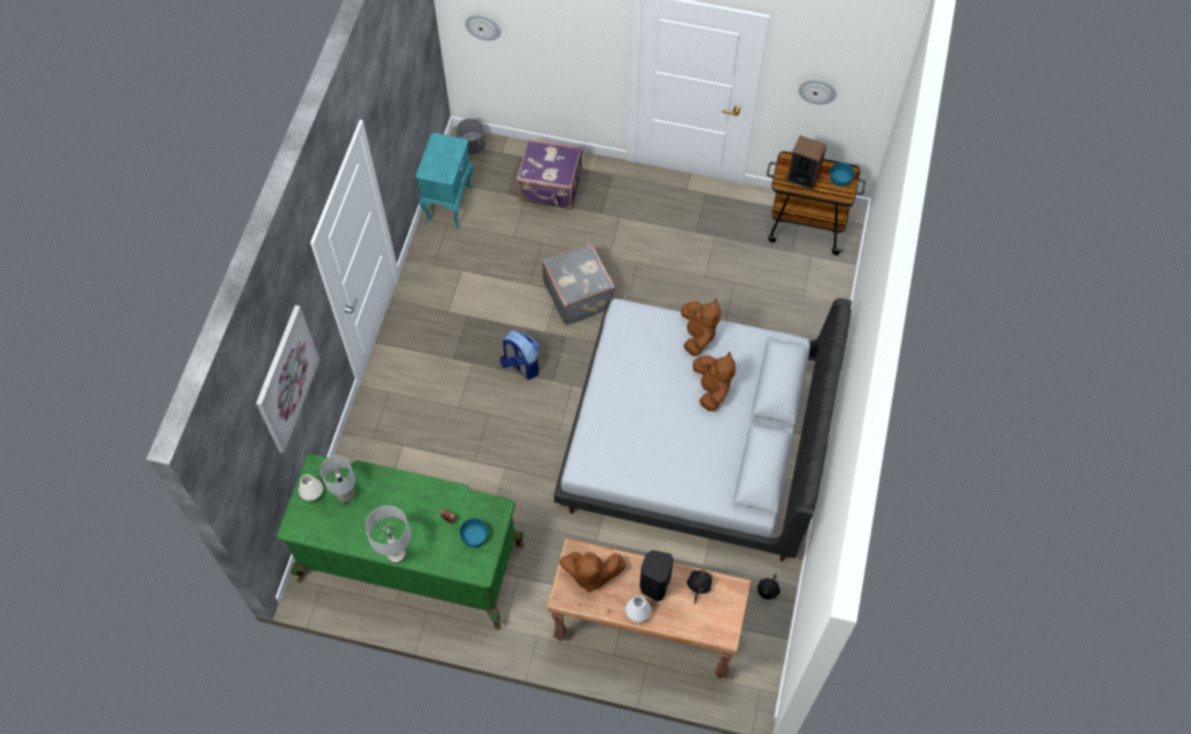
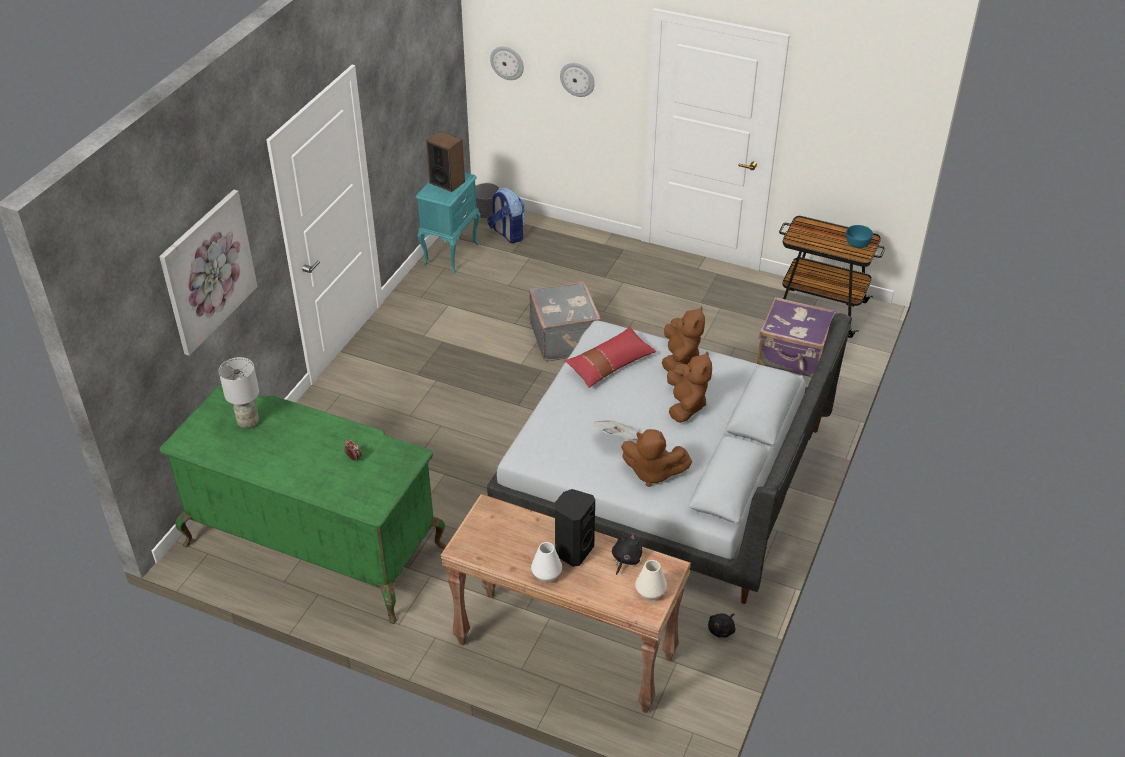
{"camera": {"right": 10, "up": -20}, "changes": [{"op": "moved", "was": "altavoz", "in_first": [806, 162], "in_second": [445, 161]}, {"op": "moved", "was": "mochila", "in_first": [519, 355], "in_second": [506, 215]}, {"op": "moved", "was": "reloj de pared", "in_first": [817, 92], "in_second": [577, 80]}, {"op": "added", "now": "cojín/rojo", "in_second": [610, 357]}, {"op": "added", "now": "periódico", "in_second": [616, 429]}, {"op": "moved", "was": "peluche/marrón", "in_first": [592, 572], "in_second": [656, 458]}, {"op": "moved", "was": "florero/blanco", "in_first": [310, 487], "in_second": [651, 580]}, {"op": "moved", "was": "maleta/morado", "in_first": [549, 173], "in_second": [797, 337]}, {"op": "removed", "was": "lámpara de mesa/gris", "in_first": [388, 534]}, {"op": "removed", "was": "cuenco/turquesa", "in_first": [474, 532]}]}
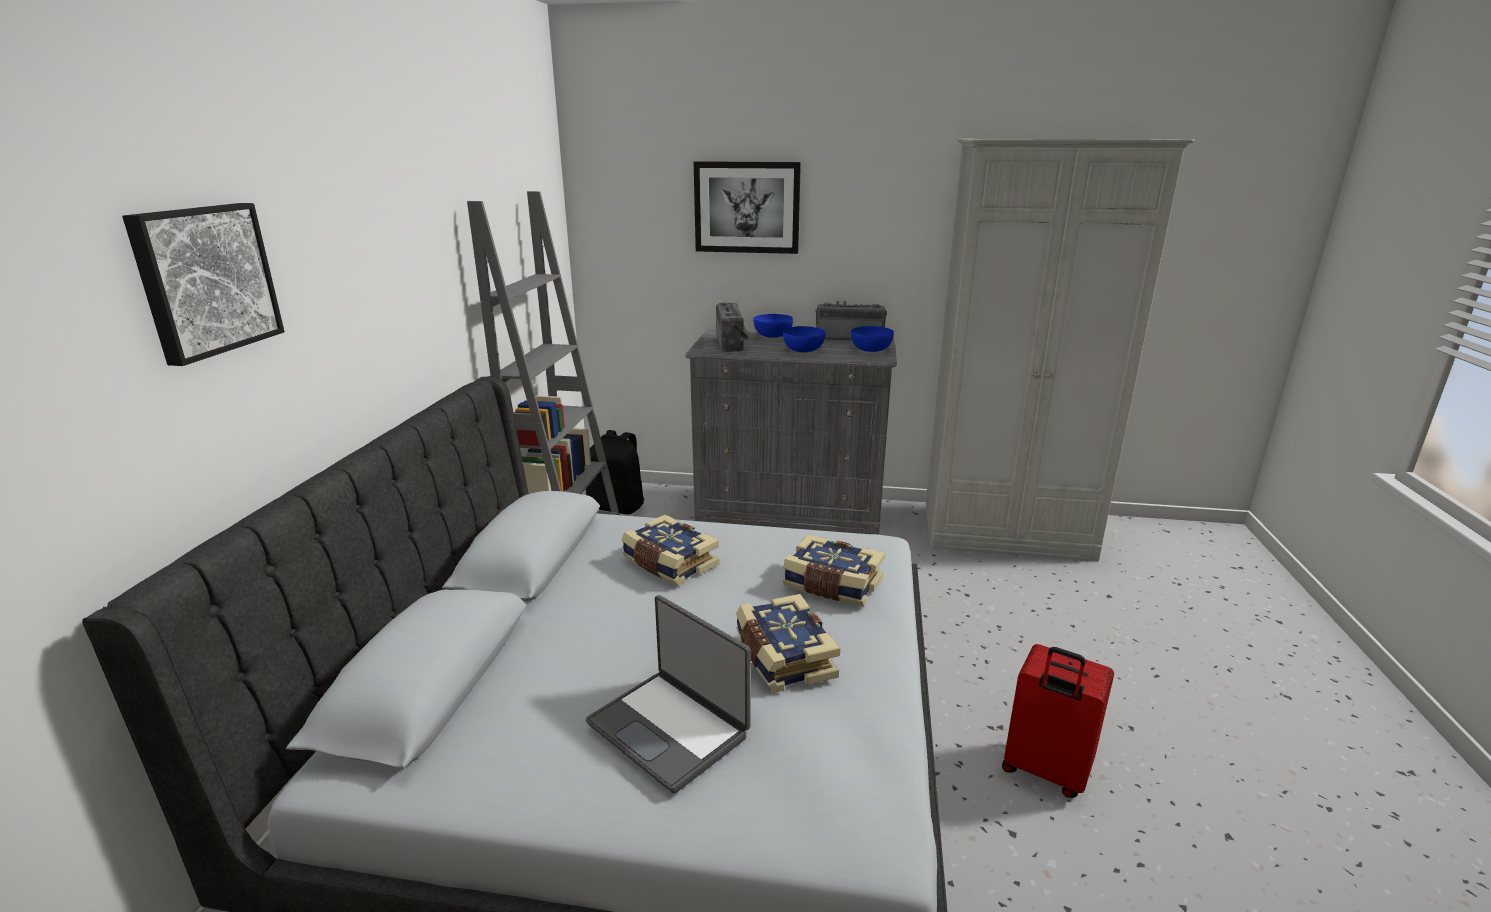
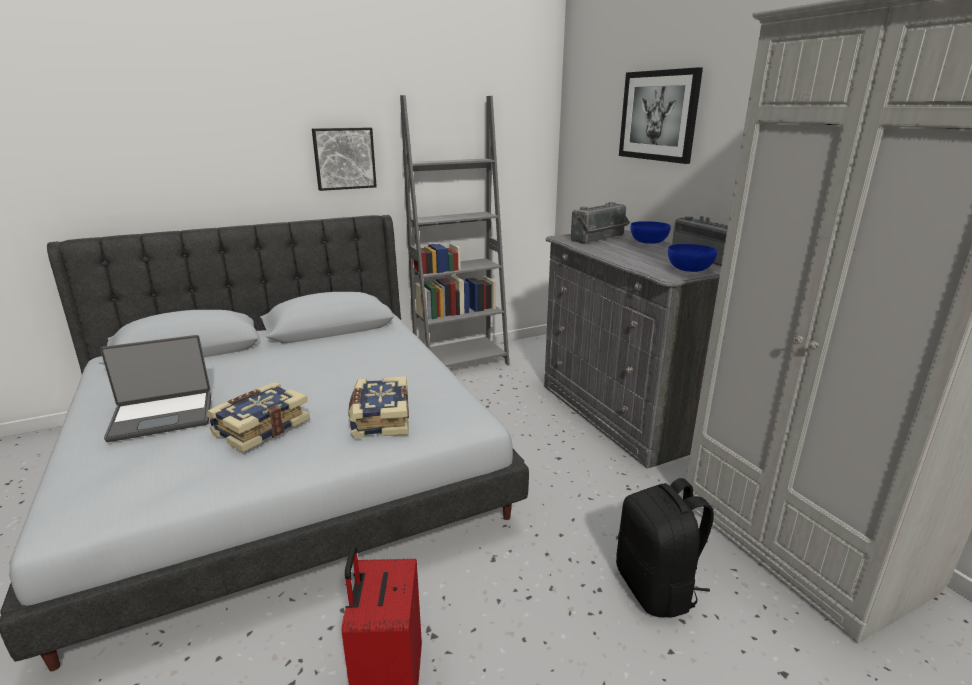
{"camera": {"right": 55, "up": 0}, "changes": [{"op": "turned", "was": "portátil", "in_first": [668, 694], "in_second": [155, 388], "clockwise": -120}, {"op": "moved", "was": "cuadro", "in_first": [203, 284], "in_second": [344, 159]}, {"op": "moved", "was": "mochila/negro", "in_first": [615, 472], "in_second": [665, 548]}, {"op": "removed", "was": "libro", "in_first": [670, 550]}, {"op": "removed", "was": "cuenco/azul", "in_first": [804, 339]}]}
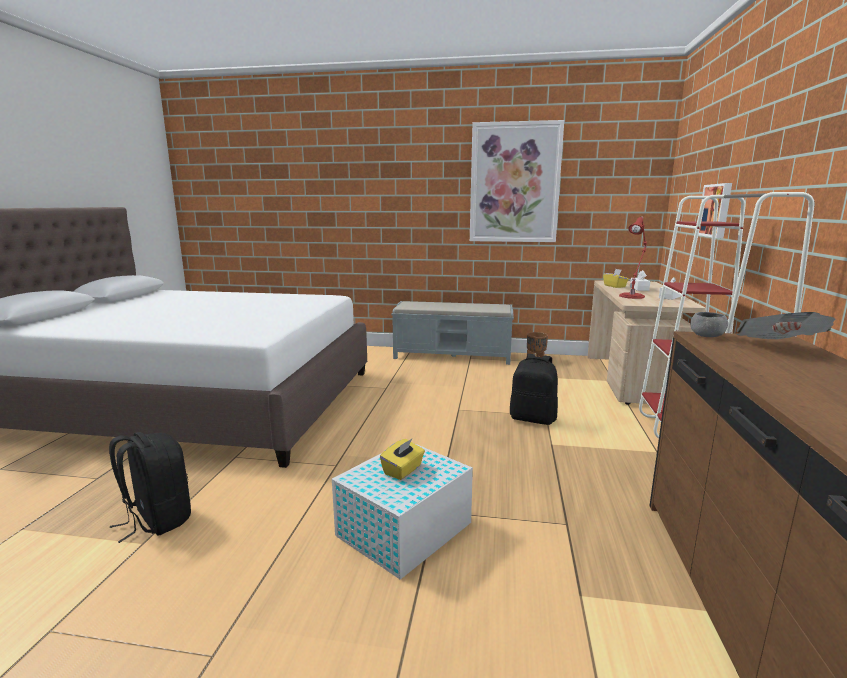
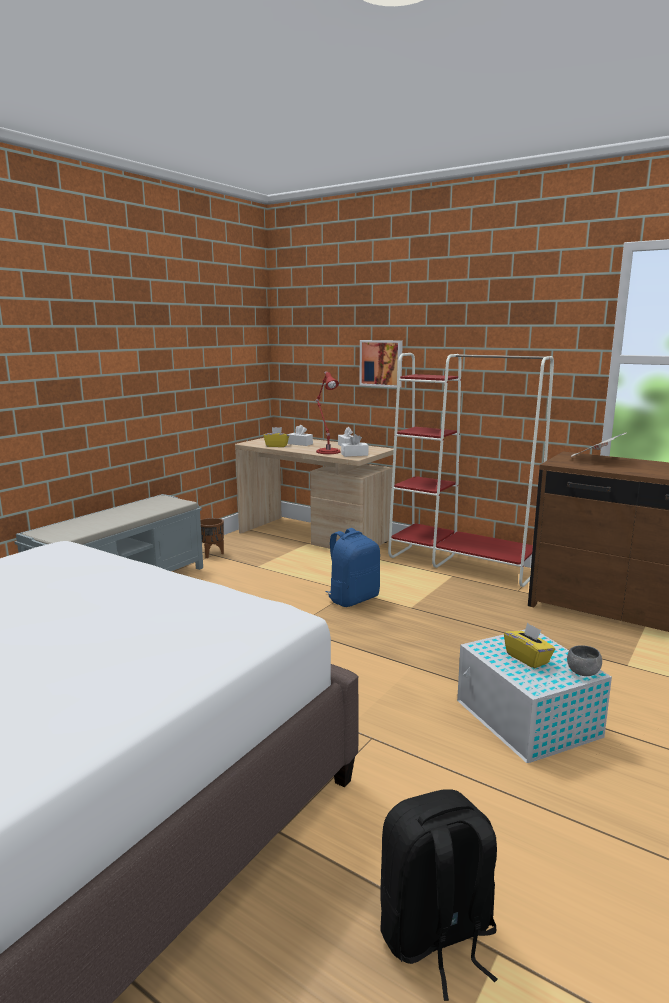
{"camera": {"right": -65, "up": 0}, "changes": [{"op": "recoloured", "was": "mochila/negro", "now": "mochila/azul", "in_first": [534, 389], "in_second": [352, 567]}, {"op": "added", "now": "caja de pañuelos/blanco", "in_second": [354, 445]}, {"op": "moved", "was": "cuenco/gris", "in_first": [709, 324], "in_second": [584, 660]}, {"op": "removed", "was": "cuadro", "in_first": [517, 181]}]}
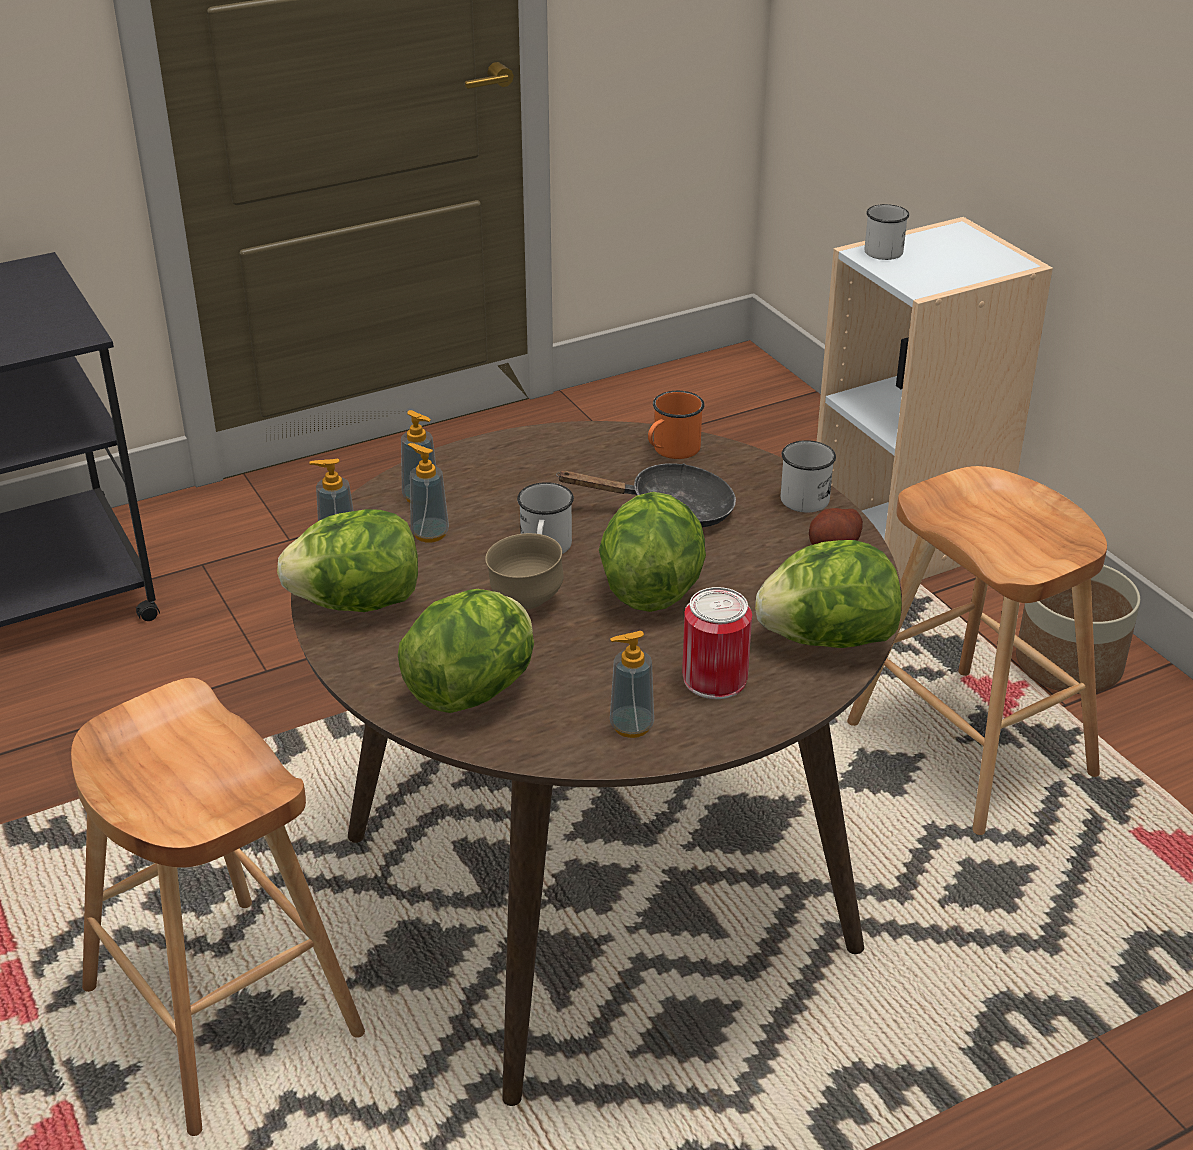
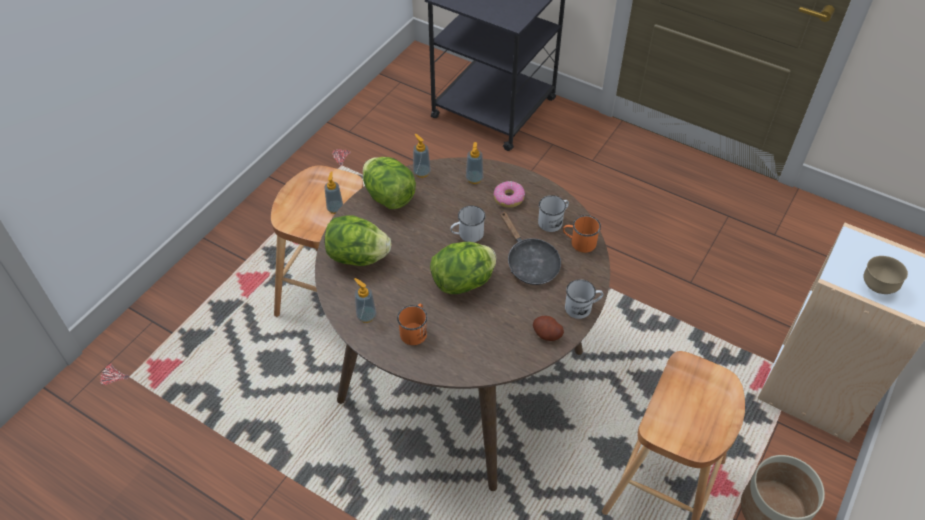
{"camera": {"right": 60, "up": 15}, "changes": [{"op": "moved", "was": "dispensador de jabón", "in_first": [428, 492], "in_second": [333, 192]}, {"op": "replaced", "was": "lata", "now": "taza grande/naranja", "in_first": [717, 643], "in_second": [412, 324]}, {"op": "added", "now": "rosquilla", "in_second": [509, 194]}, {"op": "moved", "was": "taza grande/blanco", "in_first": [887, 232], "in_second": [553, 213]}, {"op": "moved", "was": "cuenco/marrón", "in_first": [524, 571], "in_second": [885, 275]}, {"op": "removed", "was": "lechuga", "in_first": [828, 594]}]}
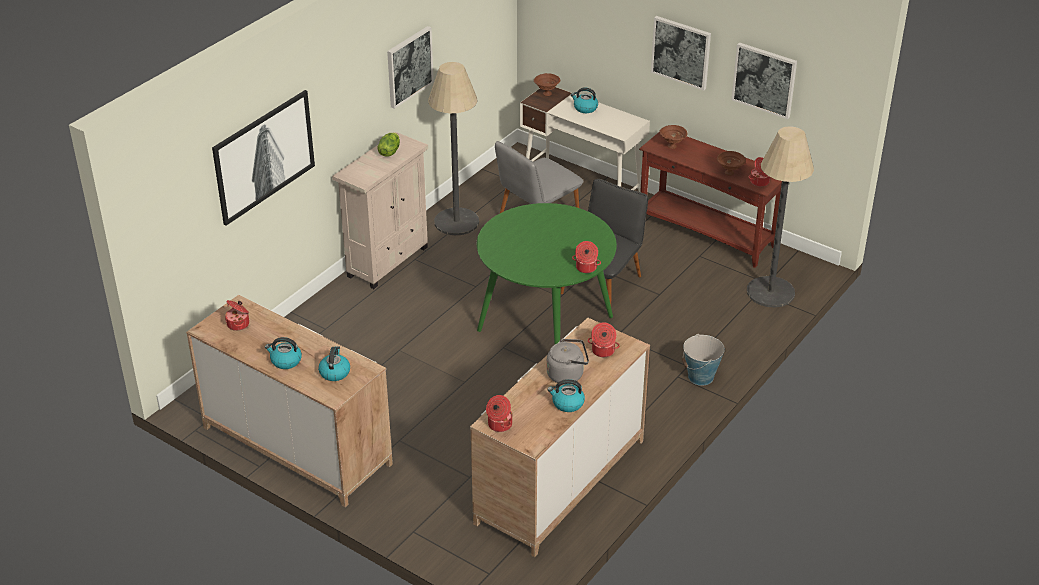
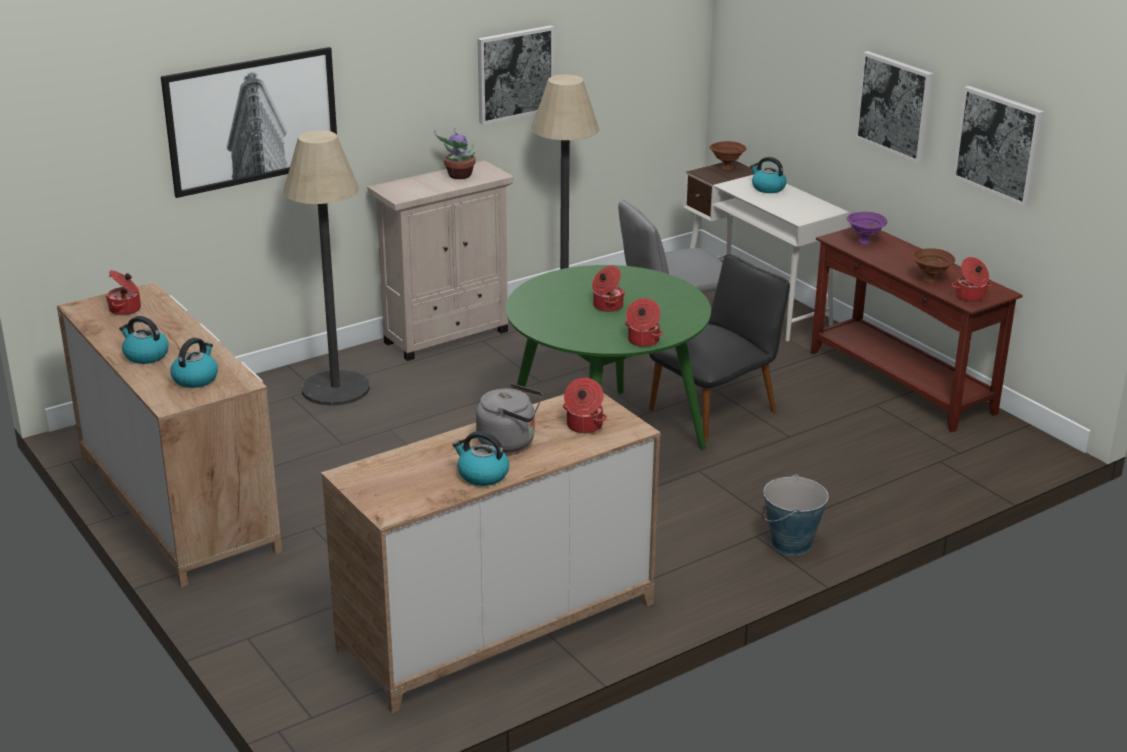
{"camera": {"right": 20, "up": -10}, "changes": [{"op": "moved", "was": "lámpara de pie", "in_first": [780, 216], "in_second": [327, 268]}, {"op": "replaced", "was": "lechuga", "now": "planta en maceta", "in_first": [389, 144], "in_second": [455, 153]}, {"op": "moved", "was": "olla", "in_first": [499, 413], "in_second": [608, 289]}, {"op": "recoloured", "was": "cuenco/marrón", "now": "cuenco/morado", "in_first": [674, 137], "in_second": [867, 228]}]}
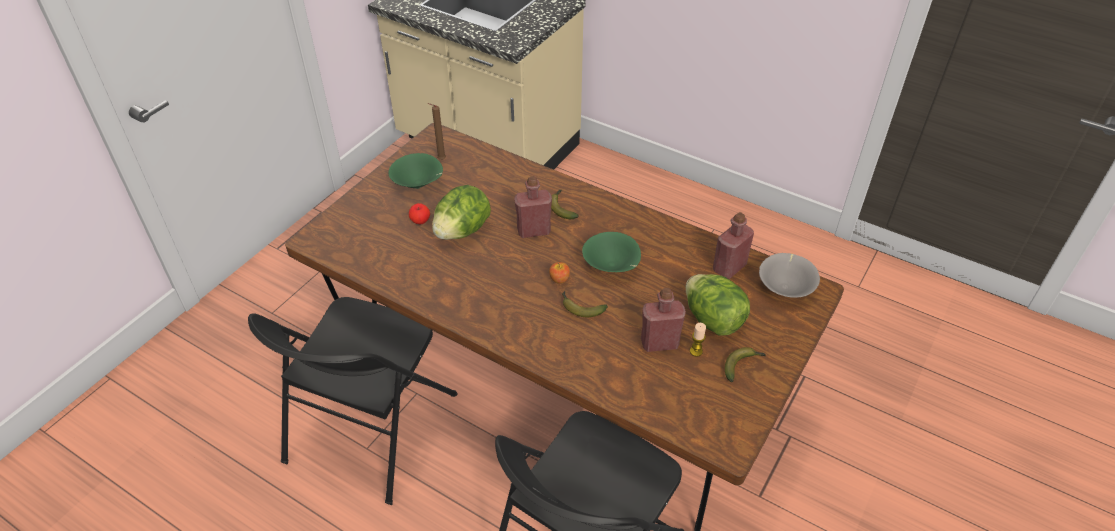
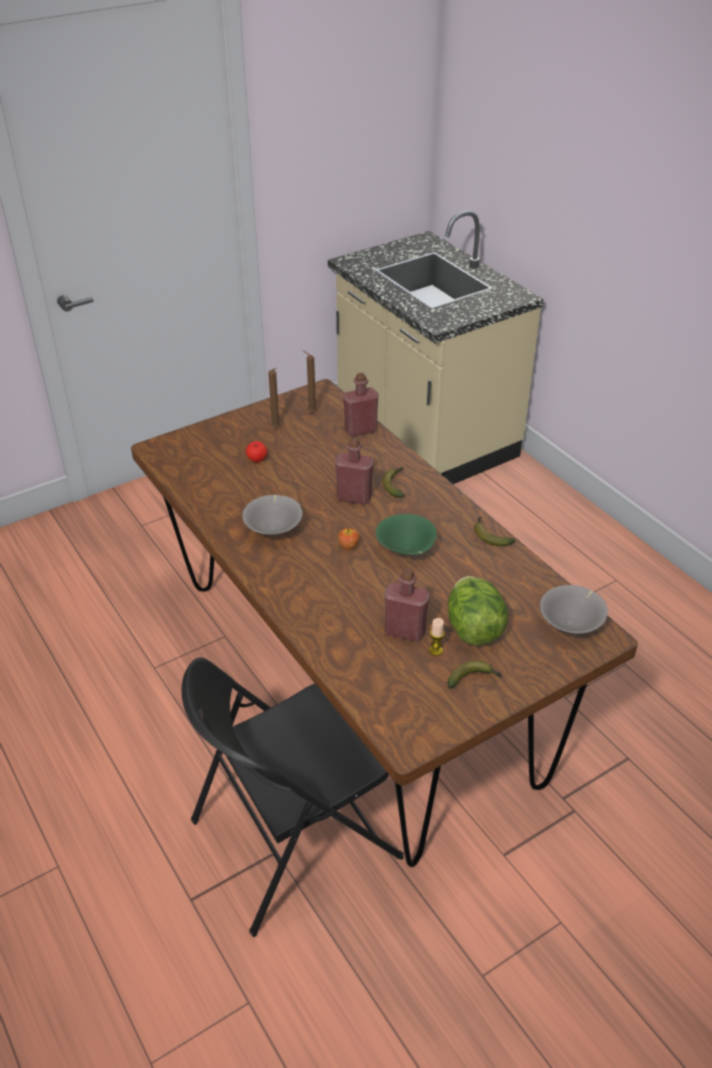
{"camera": {"right": 25, "up": -5}, "changes": [{"op": "added", "now": "cuenco/gris", "in_second": [272, 515]}, {"op": "replaced", "was": "cuenco/verde", "now": "vela/marrón", "in_first": [416, 171], "in_second": [274, 398]}, {"op": "moved", "was": "botella/rojo", "in_first": [733, 245], "in_second": [360, 405]}, {"op": "moved", "was": "plátano", "in_first": [585, 304], "in_second": [494, 531]}, {"op": "removed", "was": "silla/negro", "in_first": [353, 401]}, {"op": "removed", "was": "lechuga", "in_first": [461, 212]}]}
